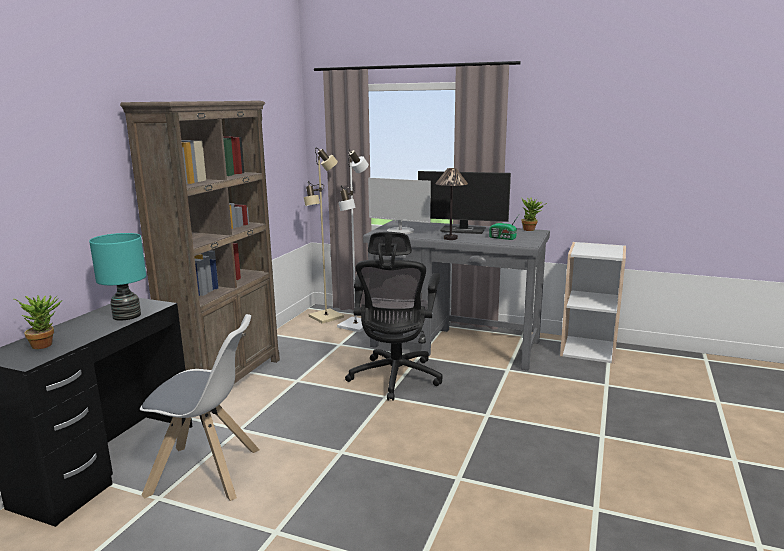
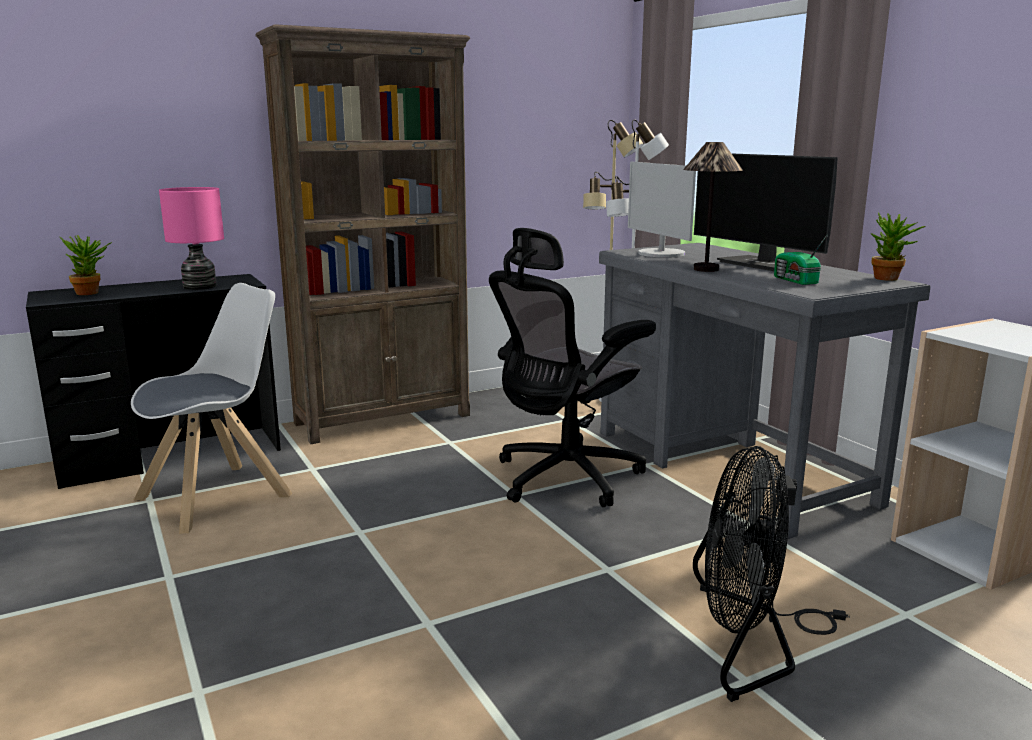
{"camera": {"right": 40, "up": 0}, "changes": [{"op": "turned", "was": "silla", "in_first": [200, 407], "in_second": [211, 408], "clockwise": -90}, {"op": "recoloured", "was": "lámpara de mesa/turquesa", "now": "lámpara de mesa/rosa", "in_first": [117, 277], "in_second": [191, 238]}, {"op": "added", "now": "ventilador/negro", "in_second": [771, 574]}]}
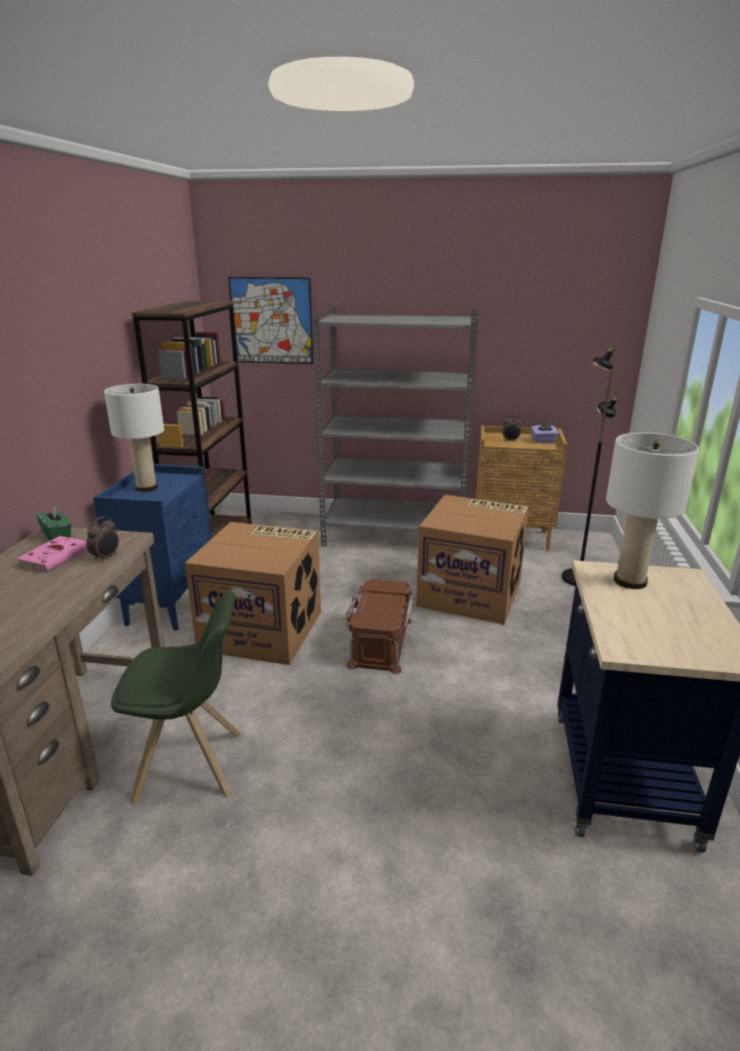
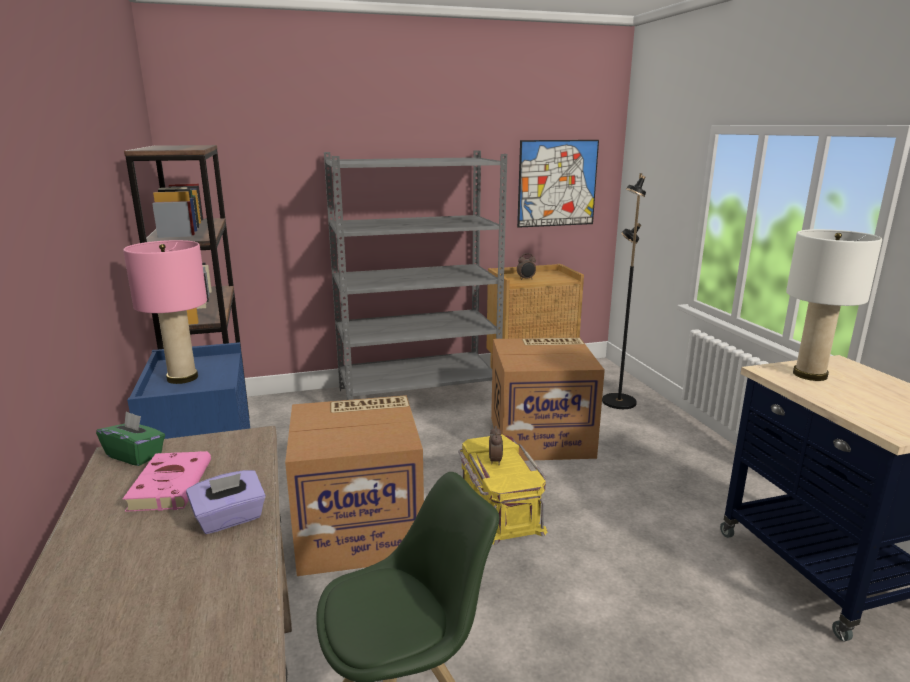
{"camera": {"right": -25, "up": -5}, "changes": [{"op": "recoloured", "was": "lámpara de mesa/blanco", "now": "lámpara de mesa/rosa", "in_first": [134, 438], "in_second": [165, 312]}, {"op": "moved", "was": "caja de pañuelos/morado", "in_first": [545, 433], "in_second": [226, 502]}, {"op": "recoloured", "was": "caja de almacenaje/marrón", "now": "caja de almacenaje/amarillo", "in_first": [379, 627], "in_second": [502, 489]}, {"op": "moved", "was": "despertador", "in_first": [102, 539], "in_second": [496, 445]}, {"op": "moved", "was": "cuadro", "in_first": [270, 320], "in_second": [558, 184]}]}
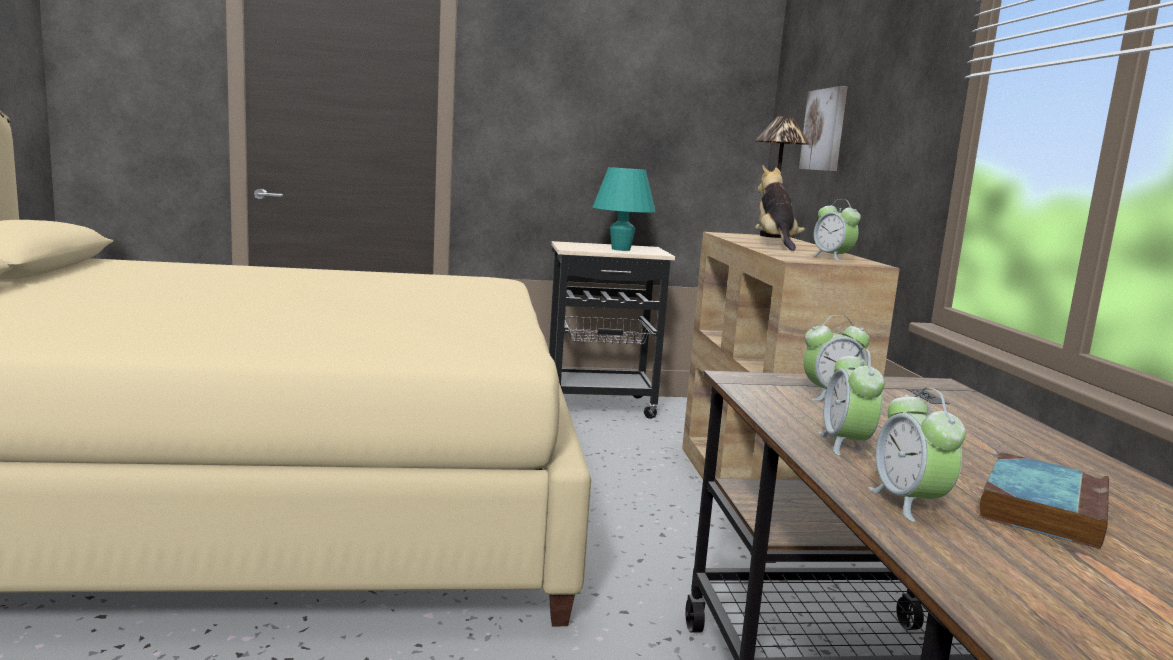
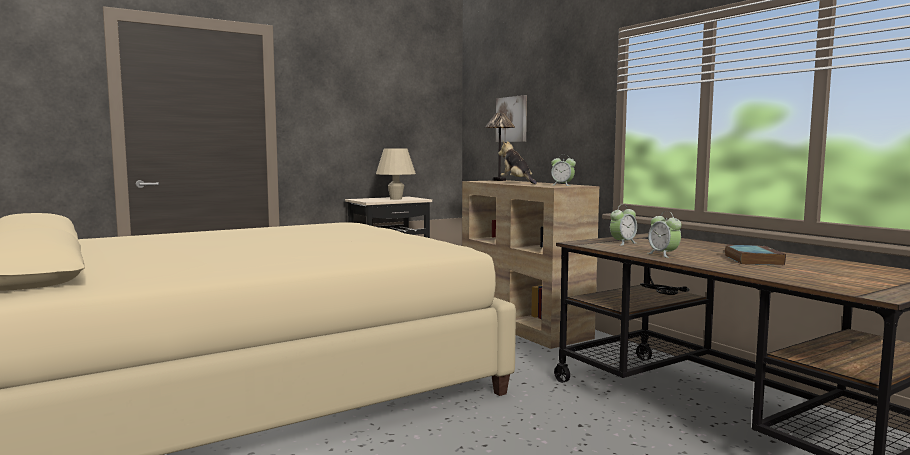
{"camera": {"right": -25, "up": -5}, "changes": [{"op": "recoloured", "was": "lámpara de mesa/turquesa", "now": "lámpara de mesa/beis", "in_first": [624, 209], "in_second": [396, 174]}, {"op": "removed", "was": "despertador", "in_first": [917, 454]}]}
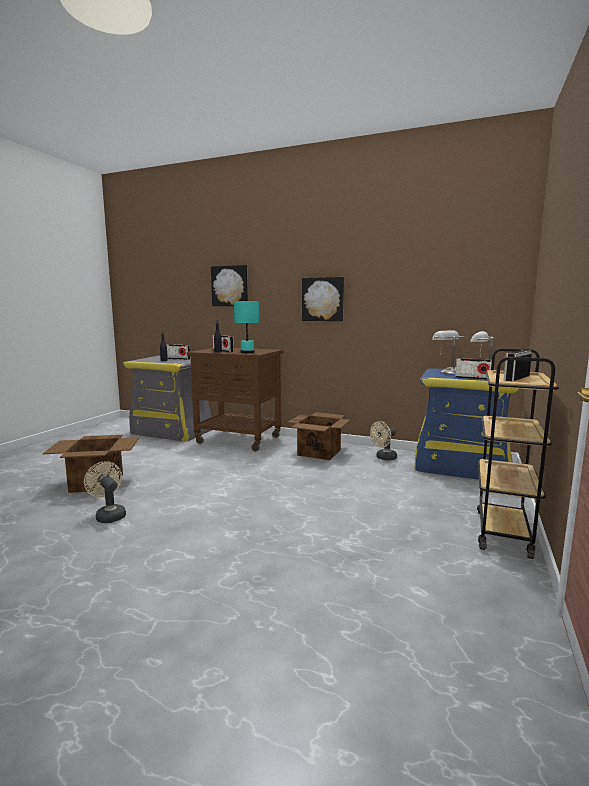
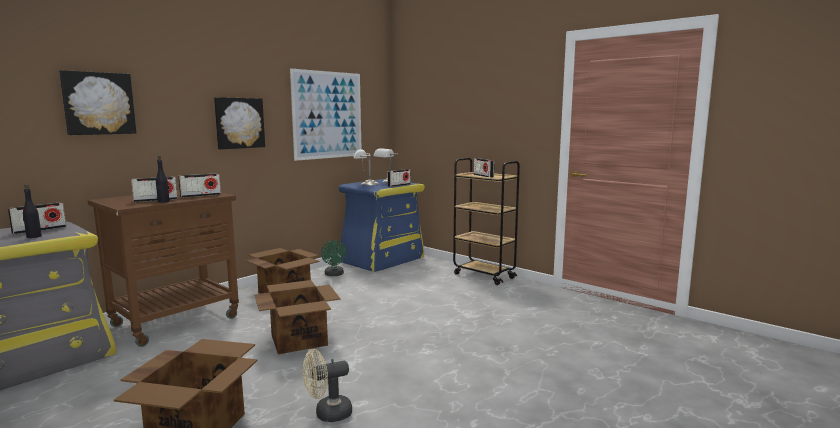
{"camera": {"right": -70, "up": 0}, "changes": [{"op": "replaced", "was": "lámpara de mesa/turquesa", "now": "radio", "in_first": [246, 327], "in_second": [199, 185]}, {"op": "added", "now": "caja de cartón", "in_second": [297, 317]}, {"op": "added", "now": "cuadro", "in_second": [326, 115]}, {"op": "recoloured", "was": "ventilador/beis", "now": "ventilador/verde", "in_first": [383, 441], "in_second": [334, 258]}]}
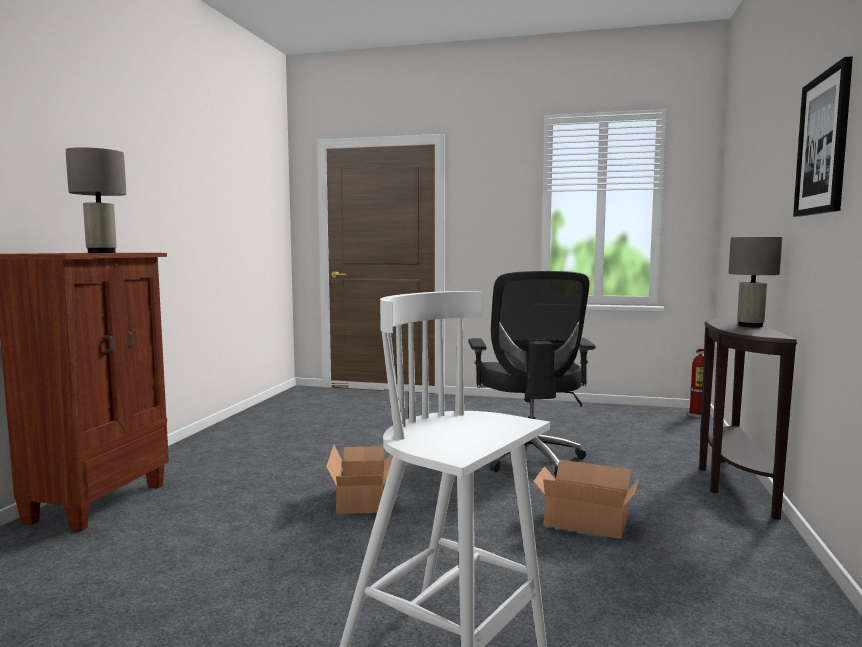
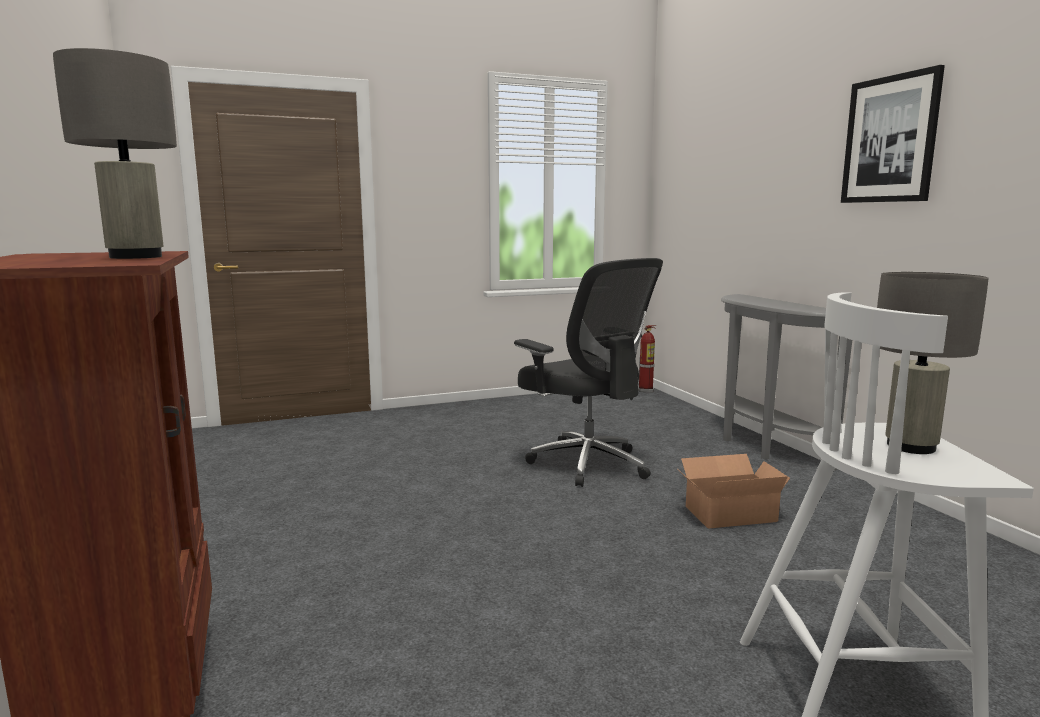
{"camera": {"right": -35, "up": 5}, "changes": [{"op": "recoloured", "was": "mesa consola/marrón", "now": "mesa consola/gris", "in_first": [748, 418], "in_second": [786, 382]}, {"op": "moved", "was": "lámpara de mesa/gris", "in_first": [755, 282], "in_second": [932, 363]}, {"op": "removed", "was": "caja de cartón", "in_first": [359, 479]}]}
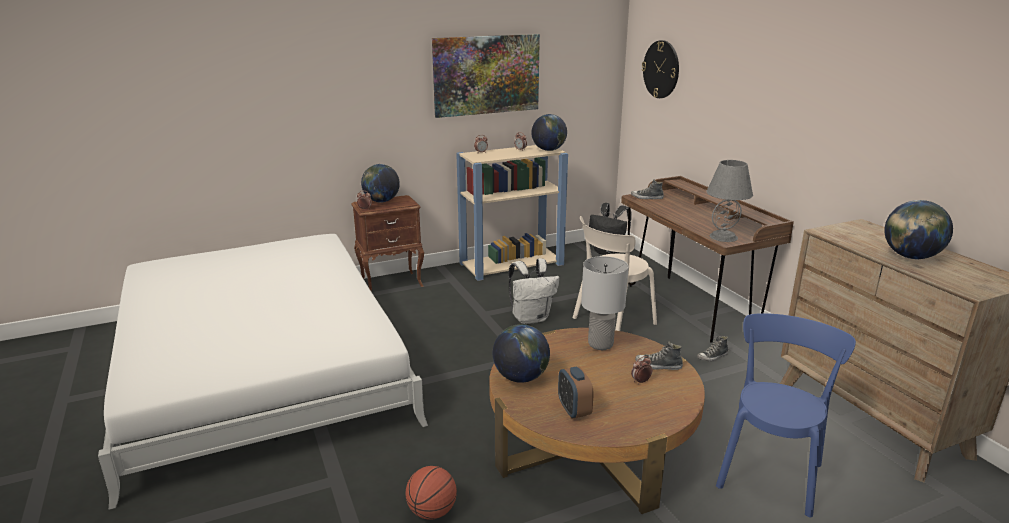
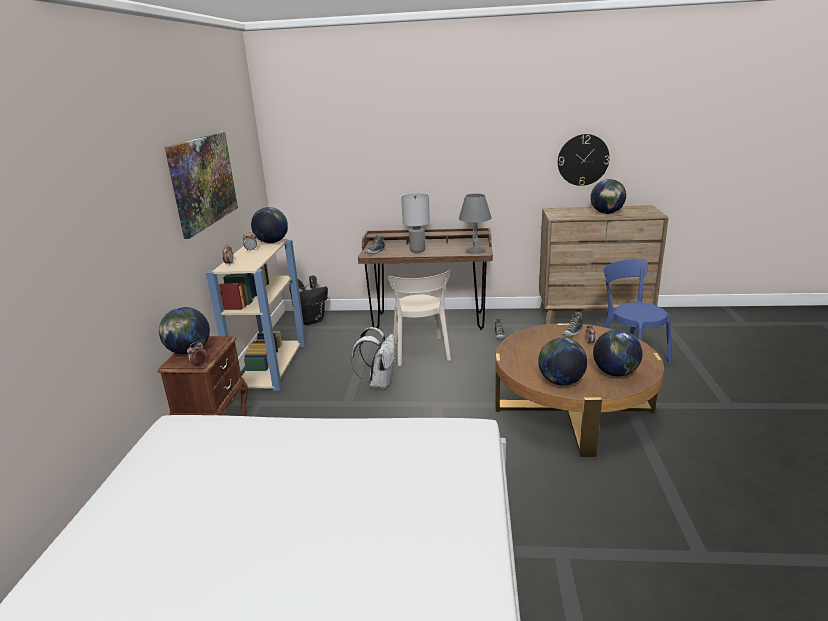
{"camera": {"right": -60, "up": 0}, "changes": [{"op": "moved", "was": "lámpara de mesa/gris", "in_first": [604, 303], "in_second": [415, 223]}, {"op": "moved", "was": "reloj de pared", "in_first": [660, 69], "in_second": [584, 160]}, {"op": "replaced", "was": "despertador", "now": "globo terráqueo", "in_first": [576, 392], "in_second": [618, 353]}, {"op": "removed", "was": "balón de baloncesto", "in_first": [431, 493]}]}
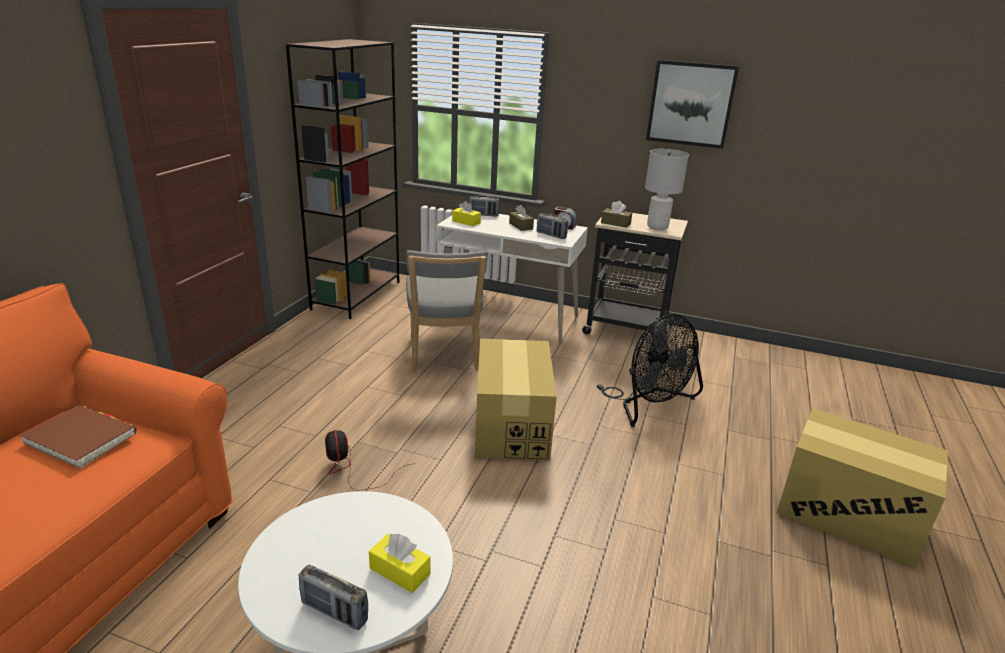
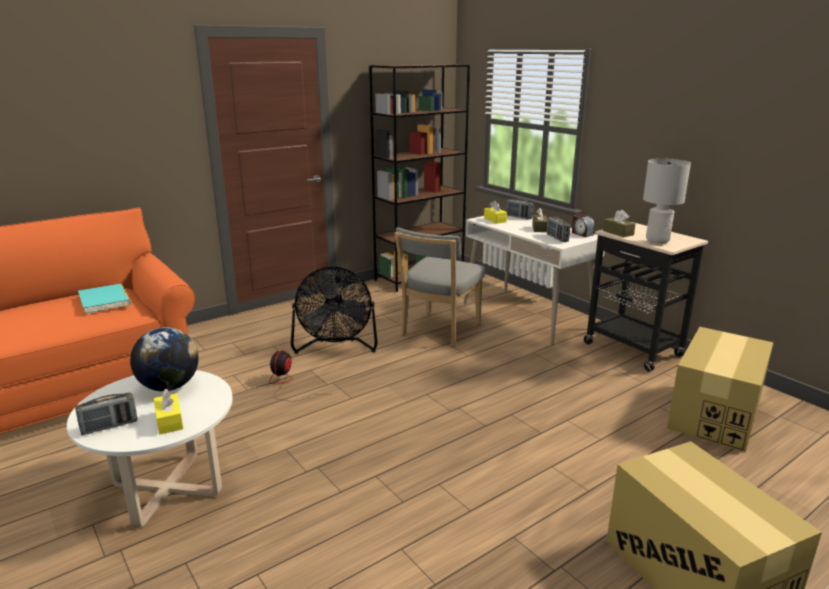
{"camera": {"right": 35, "up": -5}, "changes": [{"op": "turned", "was": "radio", "in_first": [333, 597], "in_second": [106, 413], "clockwise": -90}, {"op": "recoloured", "was": "libro/marrón", "now": "libro/turquesa", "in_first": [78, 437], "in_second": [104, 299]}, {"op": "added", "now": "globo terráqueo", "in_second": [164, 359]}, {"op": "moved", "was": "ventilador/negro", "in_first": [650, 370], "in_second": [334, 310]}, {"op": "moved", "was": "caja de cartón", "in_first": [516, 399], "in_second": [720, 389]}, {"op": "removed", "was": "cuadro", "in_first": [692, 104]}]}
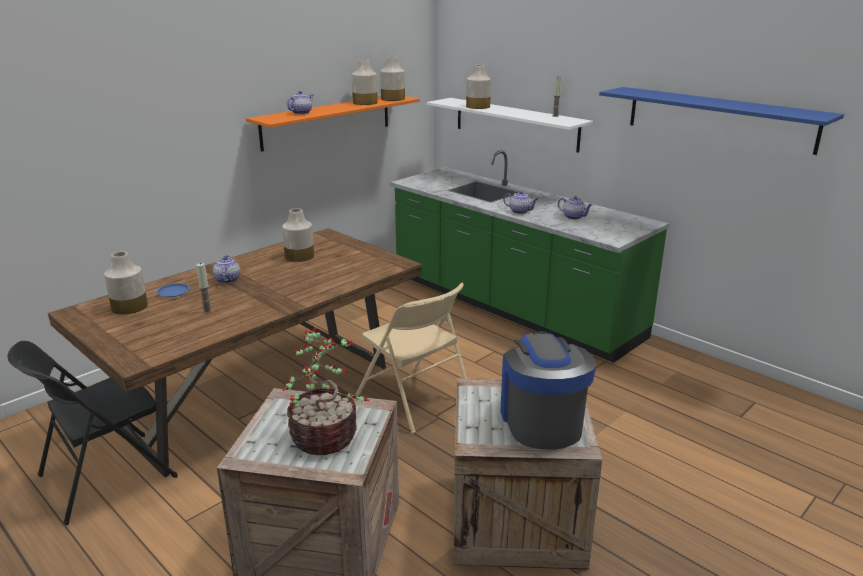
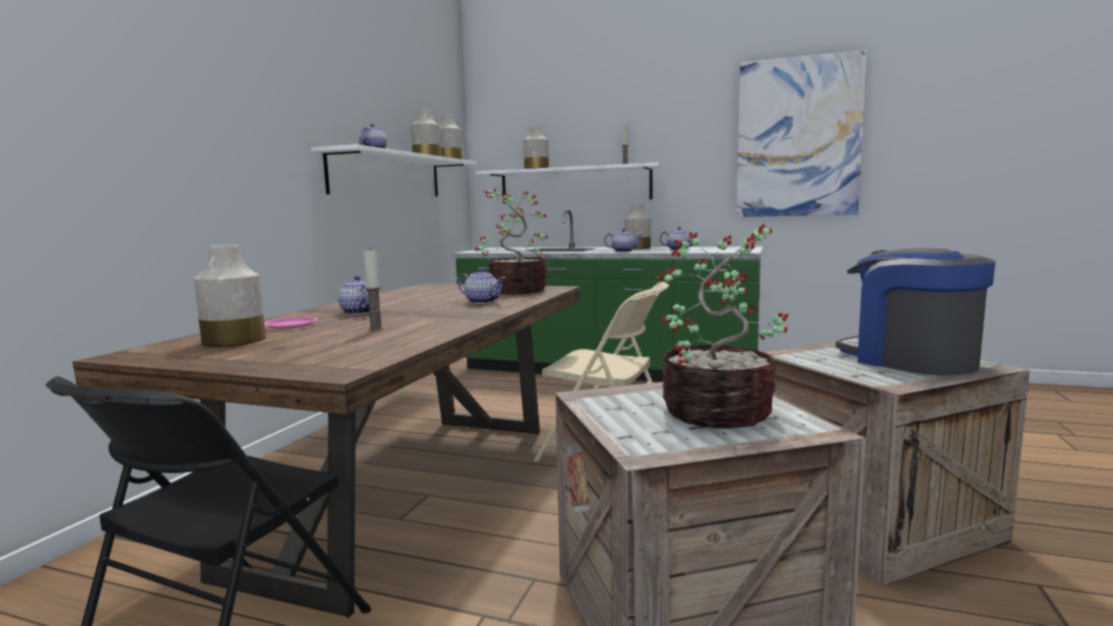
{"camera": {"right": -25, "up": -15}, "changes": [{"op": "recoloured", "was": "plato/azul", "now": "plato/rosa", "in_first": [173, 290], "in_second": [291, 323]}, {"op": "recoloured", "was": "estante/naranja", "now": "estante/blanco", "in_first": [333, 124], "in_second": [394, 170]}, {"op": "added", "now": "tetera", "in_second": [481, 286]}, {"op": "added", "now": "planta en maceta", "in_second": [511, 241]}, {"op": "moved", "was": "florero/beis", "in_first": [298, 235], "in_second": [637, 226]}, {"op": "replaced", "was": "estante/azul", "now": "cuadro", "in_first": [721, 121], "in_second": [802, 133]}]}
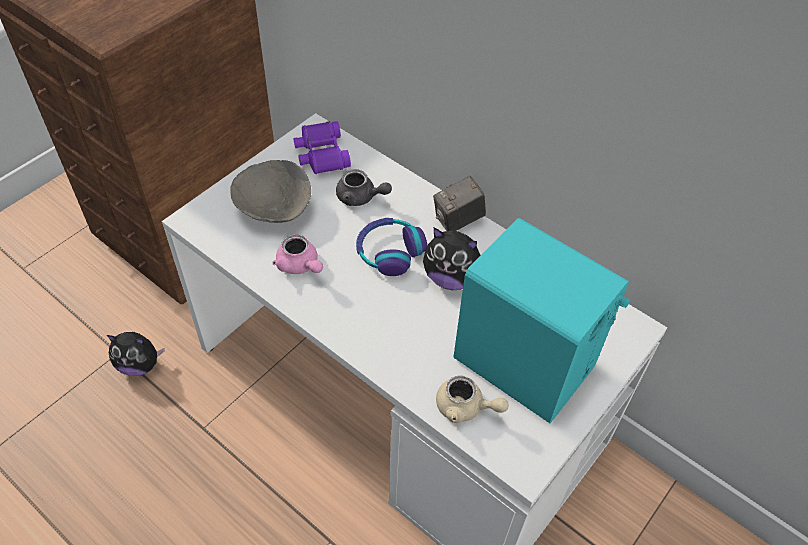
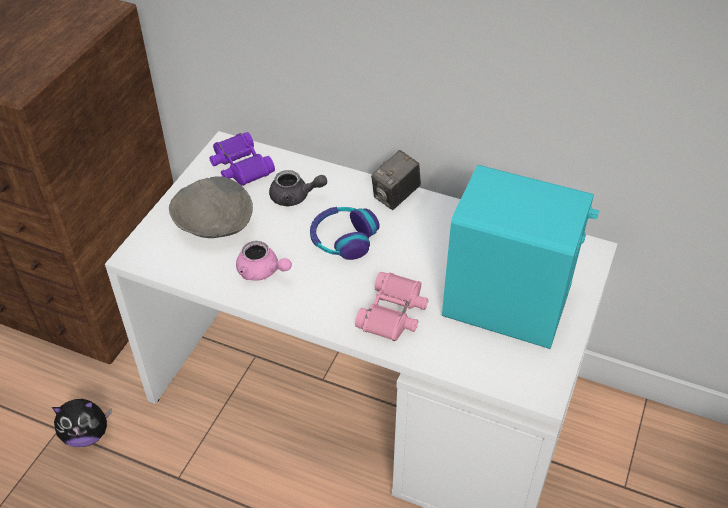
{"camera": {"right": -15, "up": -5}, "changes": [{"op": "added", "now": "prismáticos/rosa", "in_second": [391, 306]}, {"op": "removed", "was": "peluche", "in_first": [452, 259]}, {"op": "removed", "was": "tetera/beis", "in_first": [472, 399]}]}
